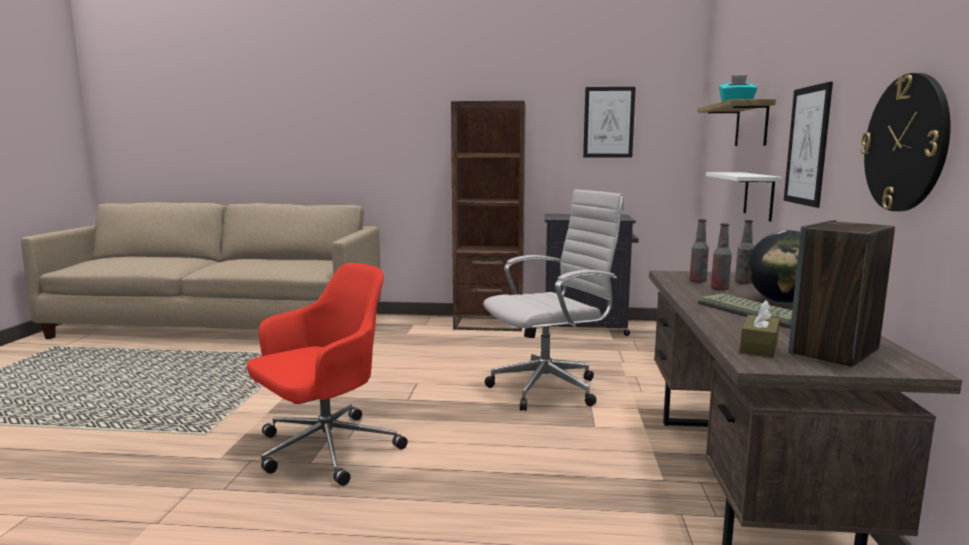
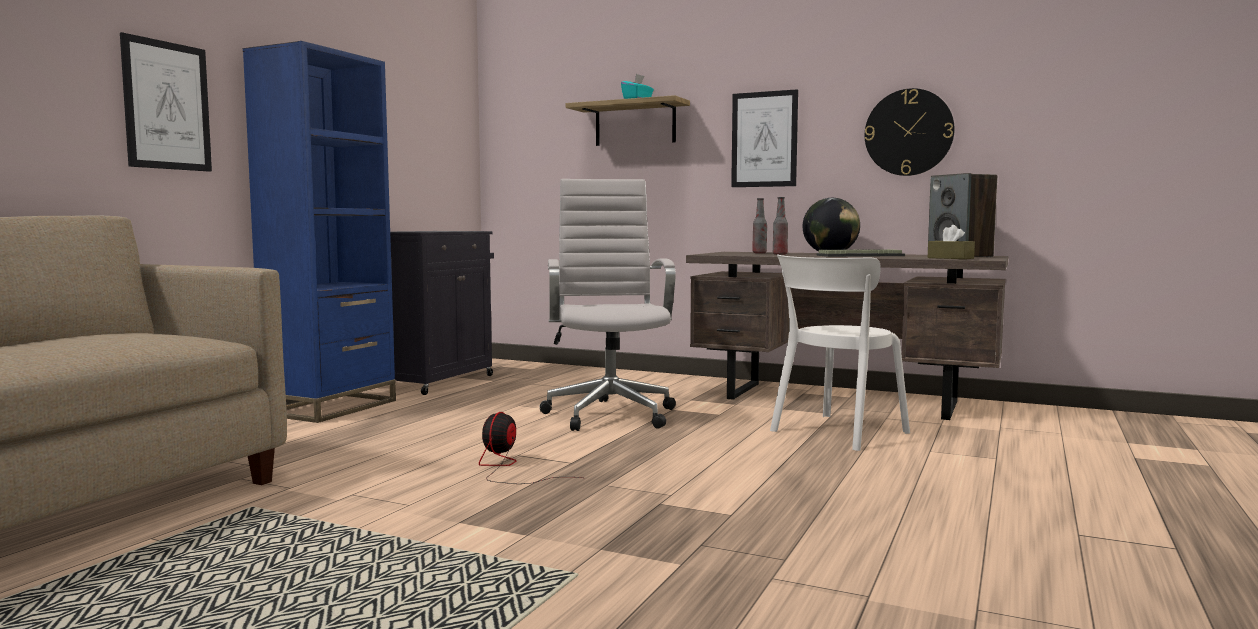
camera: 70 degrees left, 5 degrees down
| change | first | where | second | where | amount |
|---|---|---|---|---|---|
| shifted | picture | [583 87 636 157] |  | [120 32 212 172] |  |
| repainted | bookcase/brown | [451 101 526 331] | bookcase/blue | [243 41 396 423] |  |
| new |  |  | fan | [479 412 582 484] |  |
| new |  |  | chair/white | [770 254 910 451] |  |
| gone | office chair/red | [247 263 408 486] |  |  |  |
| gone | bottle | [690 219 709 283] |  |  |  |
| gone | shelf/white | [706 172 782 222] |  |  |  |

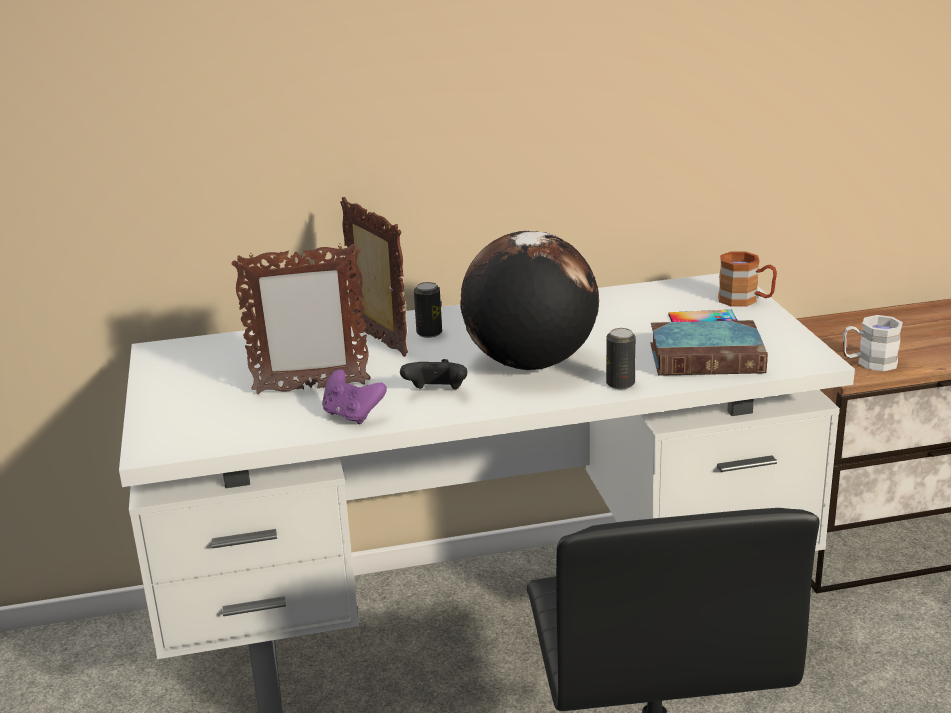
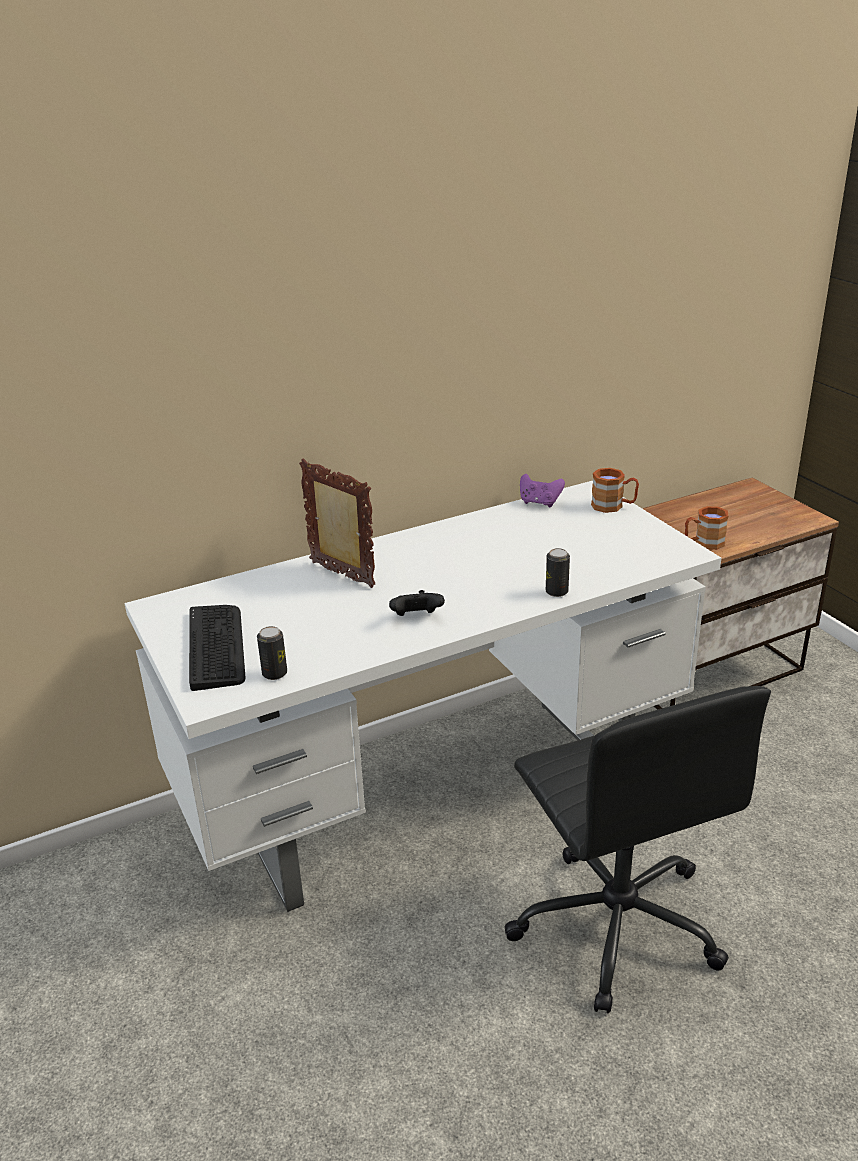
camera: 15 degrees left, 5 degrees up
| change | first | where | second | where | amount |
|---|---|---|---|---|---|
| new |  |  | keyboard | [189 605 246 691] |  |
| shifted | can | [414 282 442 338] |  | [257 626 287 680] |  |
| shifted | game controller/purple | [322 369 387 424] |  | [520 474 565 507] |  |
| repainted | mug/white | [843 315 903 371] | mug/brown | [685 506 729 550] |  |
| gone | picture frame | [232 244 370 394] |  |  |  |
| gone | globe | [460 231 599 370] |  |  |  |
| gone | book | [650 320 768 376] |  |  |  |
| gone | phone | [669 310 737 322] |  |  |  |

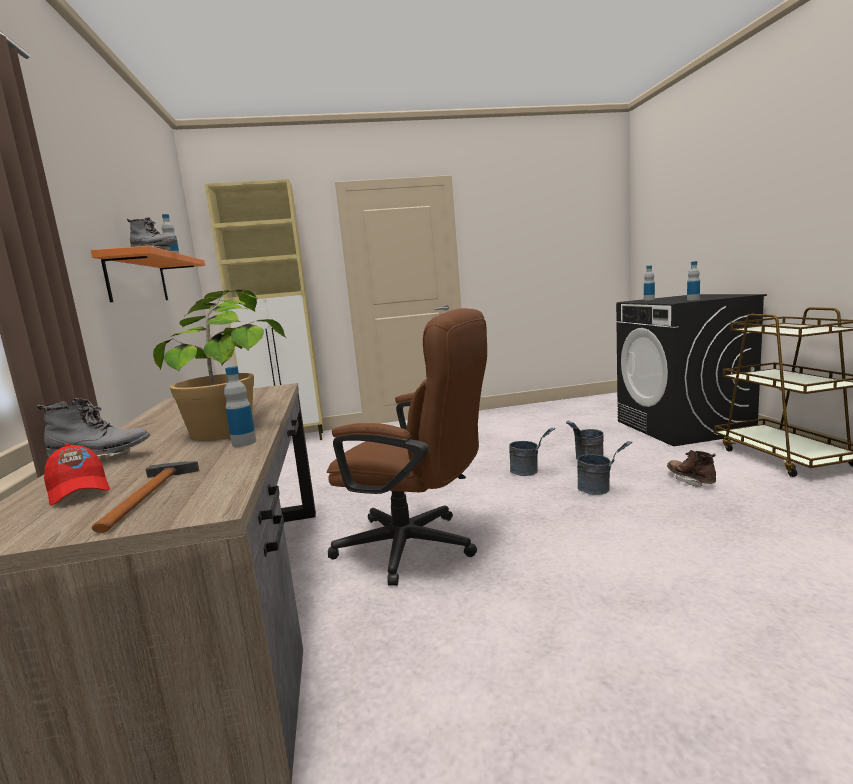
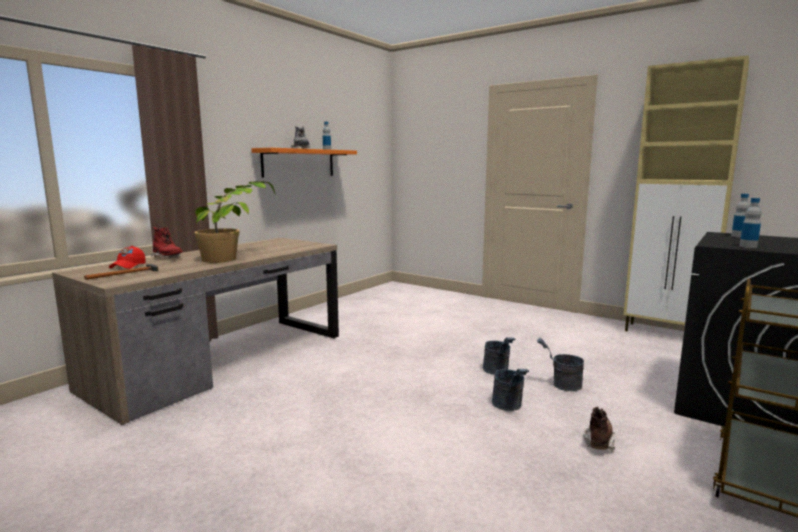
camera: 45 degrees right, 0 degrees up
| change | first | where | second | where | amount |
|---|---|---|---|---|---|
| repainted | boot/grey | [37 398 151 457] | boot/red | [151 227 183 258] |  |
| shifted | cabinet/beige | [204 179 323 440] |  | [624 55 749 331] |  |
| gone | bottle | [224 366 256 447] |  |  |  |
| gone | office chair/brown | [327 308 487 586] |  |  |  |

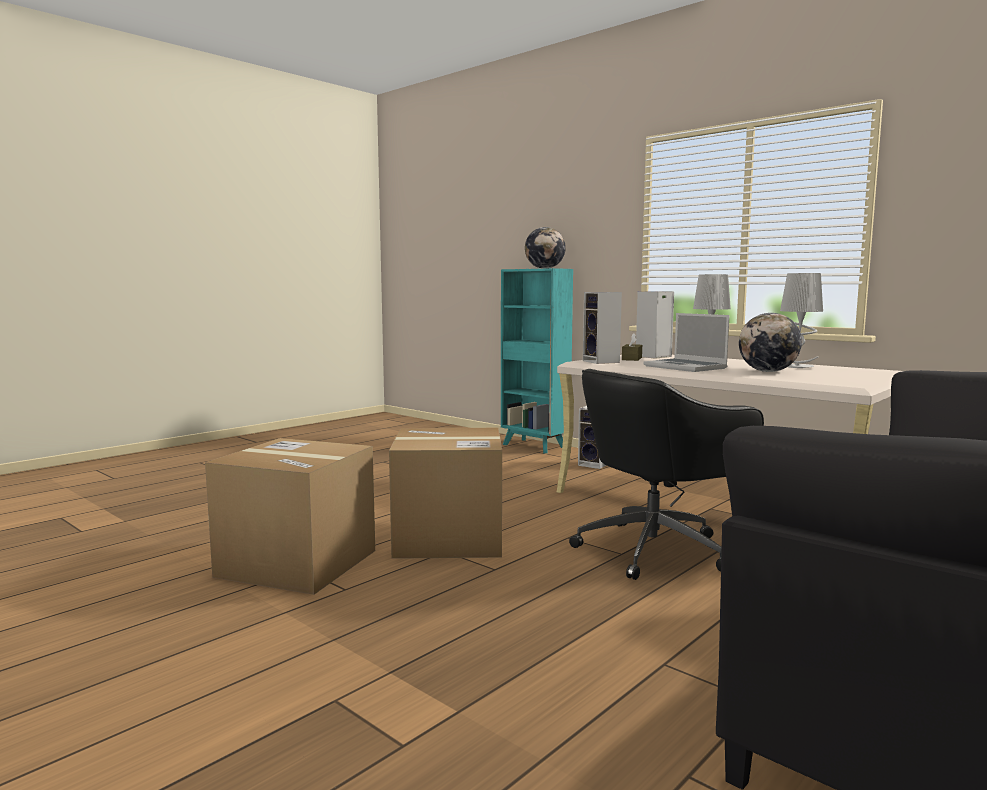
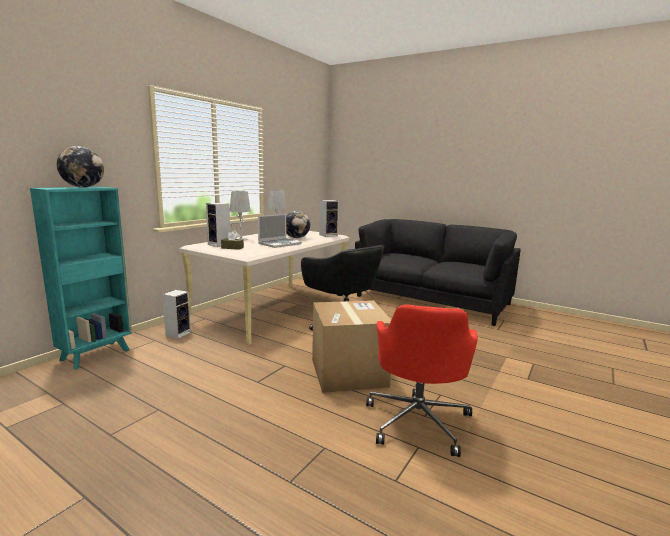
camera: 100 degrees left, 5 degrees up
| change | first | where | second | where | amount |
|---|---|---|---|---|---|
| shifted | speaker | [583 292 622 364] |  | [319 200 339 237] |  |
| swapped | cardboard box | [205 438 375 595] | office chair/red | [366 304 478 457] |  |

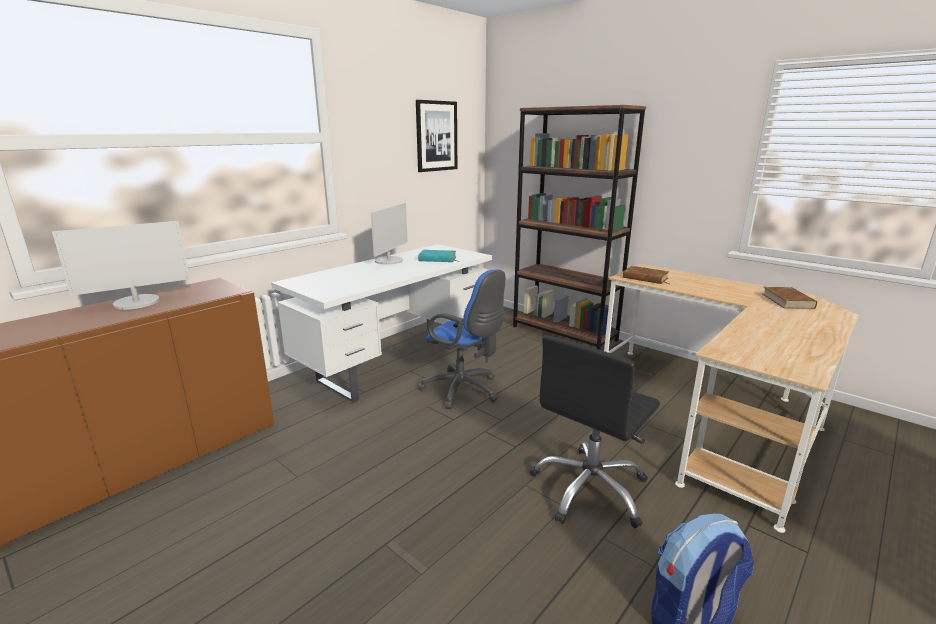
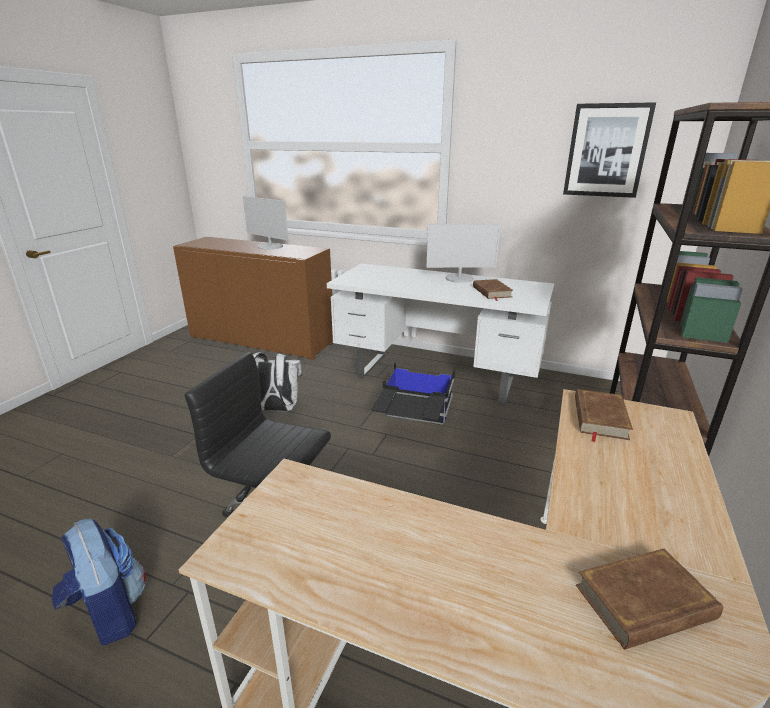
camera: 70 degrees right, 5 degrees up
| change | first | where | second | where | amount |
|---|---|---|---|---|---|
| new |  |  | backpack/white | [253 352 302 411] |  |
| swapped | office chair/blue | [418 270 505 409] | storage box/black | [372 362 456 424] |  |
| repainted | book/turquoise | [418 250 456 262] | book/brown | [473 279 513 301] |  |

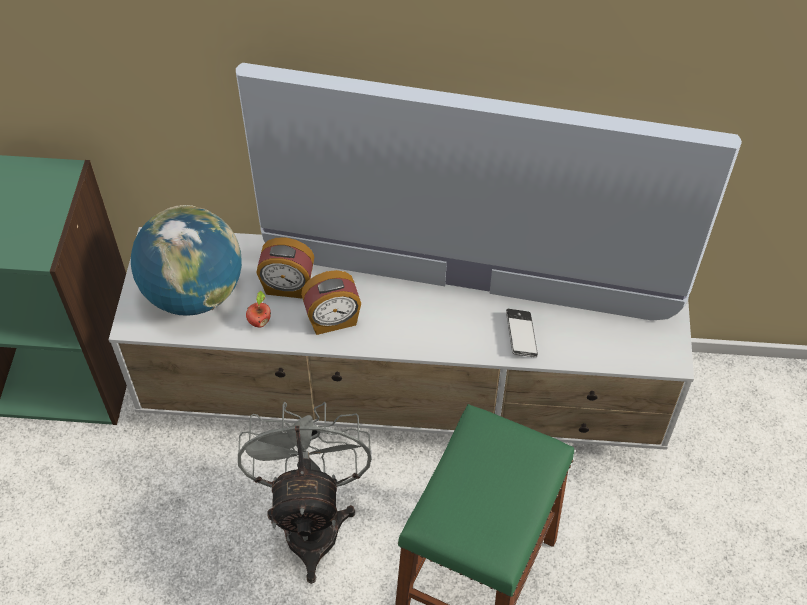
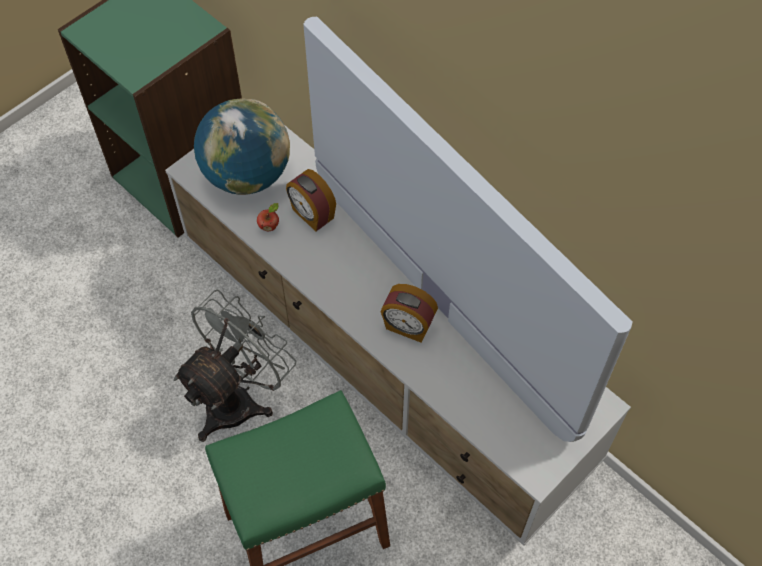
camera: 40 degrees right, 5 degrees up
| change | first | where | second | where | amount |
|---|---|---|---|---|---|
| shifted | alarm clock | [301 270 361 335] |  | [381 284 438 343] |  |
| gone | phone | [506 309 538 357] |  |  |  |

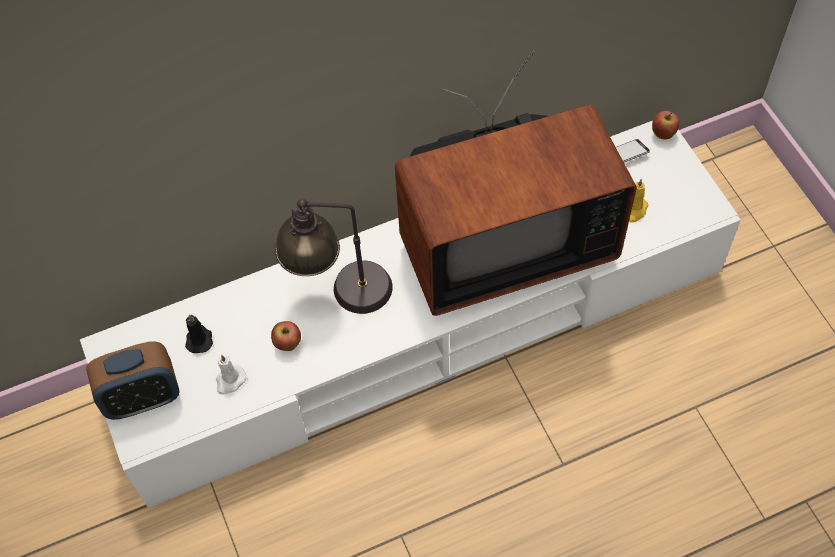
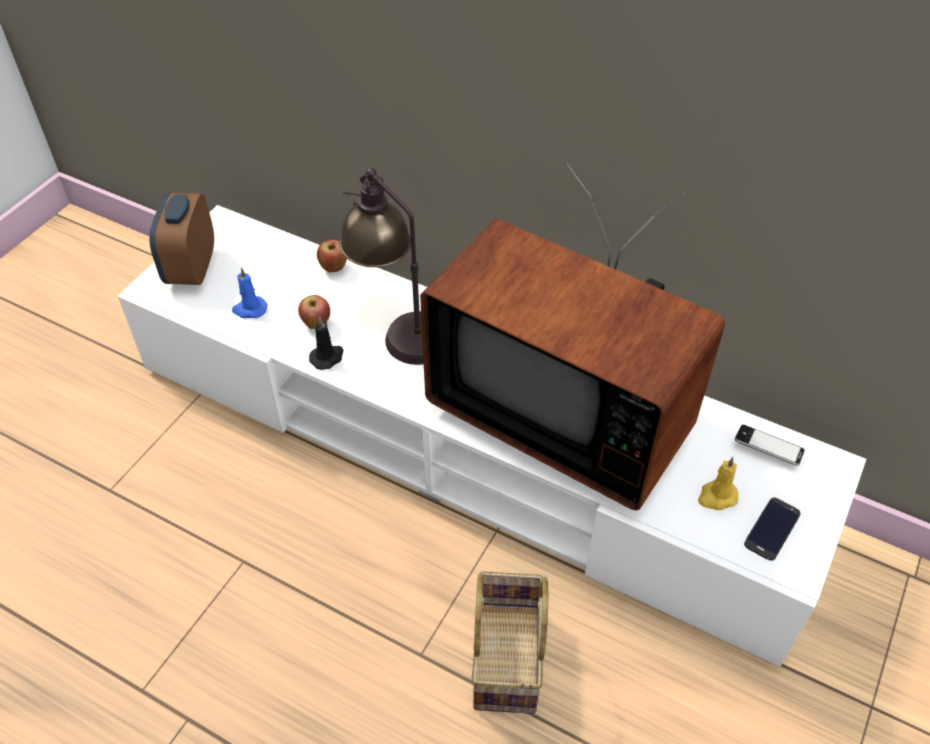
camera: 50 degrees right, 10 degrees down
| change | first | where | second | where | amount |
|---|---|---|---|---|---|
| rotated | alarm clock | [86 342 179 420] |  | [149 193 214 285] | 60 degrees clockwise |
| repainted | candle/white | [216 355 247 395] | candle/blue | [232 267 267 318] |  |
| shifted | candle/black | [185 315 213 353] |  | [309 317 344 370] |  |
| shifted | apple | [652 111 680 139] |  | [317 240 347 272] |  |
| new |  |  | basket | [471 572 548 714] |  |
| new |  |  | phone | [744 498 801 561] |  |

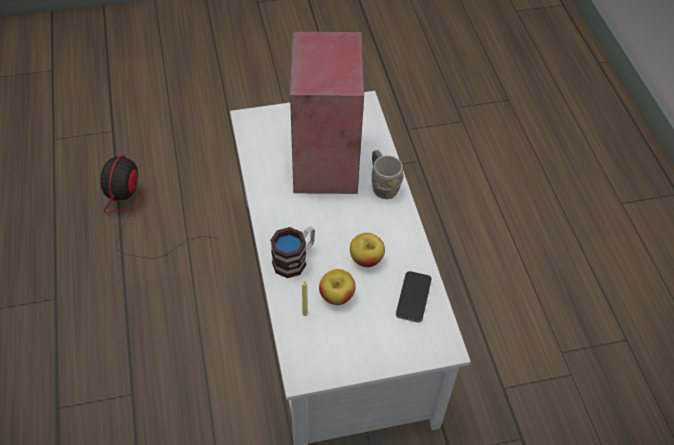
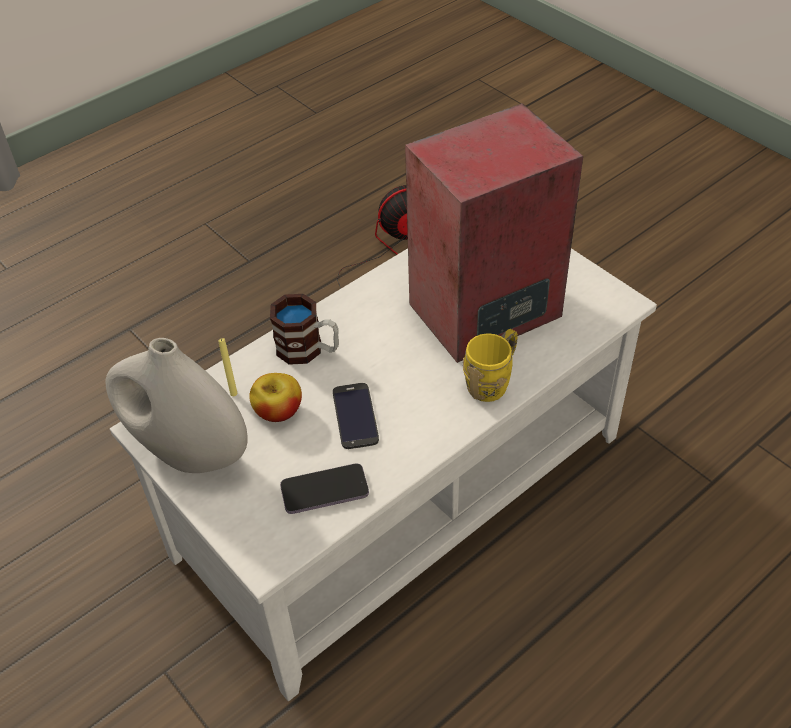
camera: 65 degrees right, 5 degrees down
| change | first | where | second | where | amount |
|---|---|---|---|---|---|
| new |  |  | vase/white | [106 338 248 473] |  |
| swapped | apple | [350 233 385 267] | phone | [333 383 379 449] |  |
| repainted | mug/grey | [372 150 404 199] | mug/yellow | [463 329 518 402] |  |

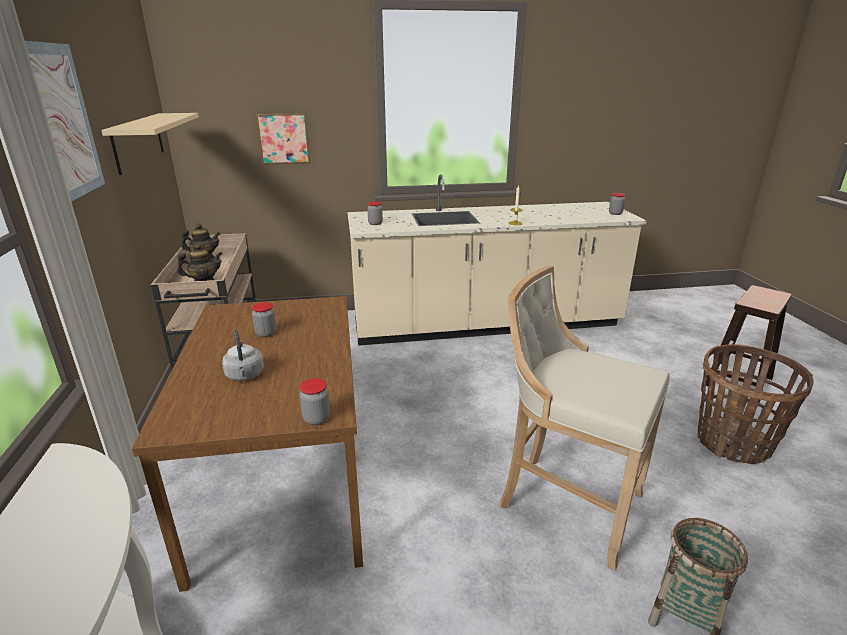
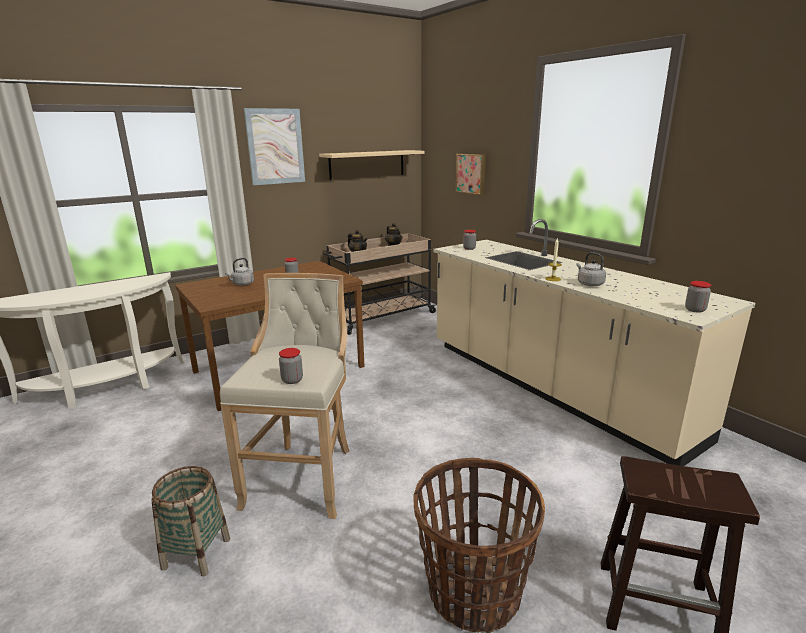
camera: 65 degrees right, 5 degrees down
| change | first | where | second | where | amount |
|---|---|---|---|---|---|
| shifted | jar | [299 378 330 425] |  | [279 348 303 384] |  |
| new |  |  | kettle/grey | [576 252 606 286] |  |

